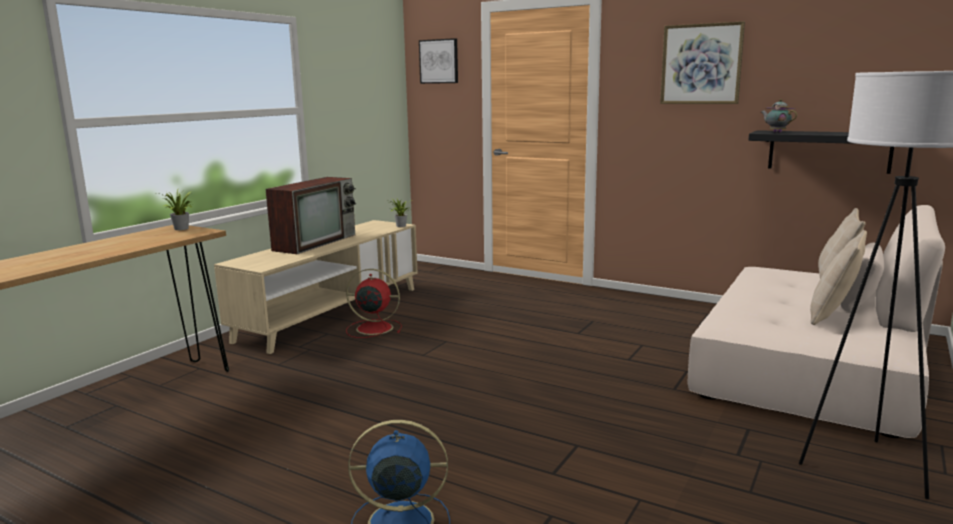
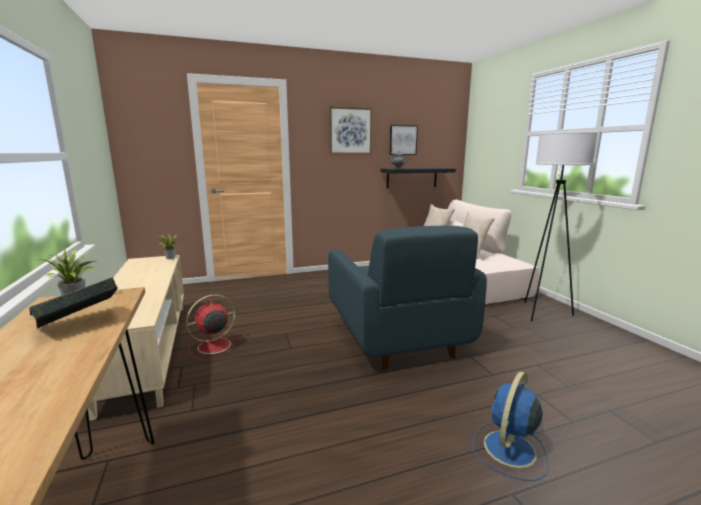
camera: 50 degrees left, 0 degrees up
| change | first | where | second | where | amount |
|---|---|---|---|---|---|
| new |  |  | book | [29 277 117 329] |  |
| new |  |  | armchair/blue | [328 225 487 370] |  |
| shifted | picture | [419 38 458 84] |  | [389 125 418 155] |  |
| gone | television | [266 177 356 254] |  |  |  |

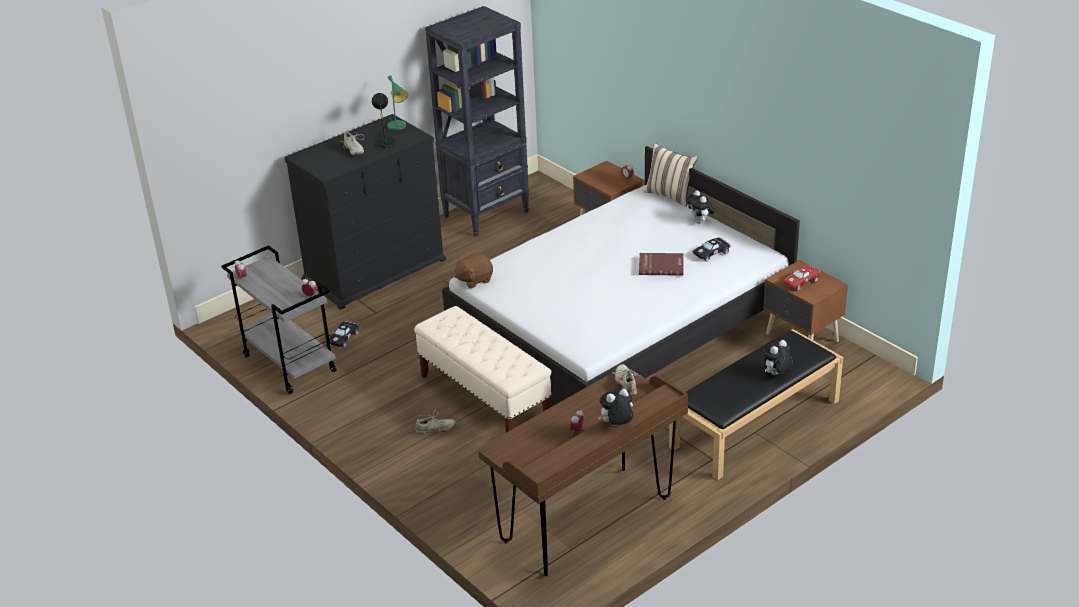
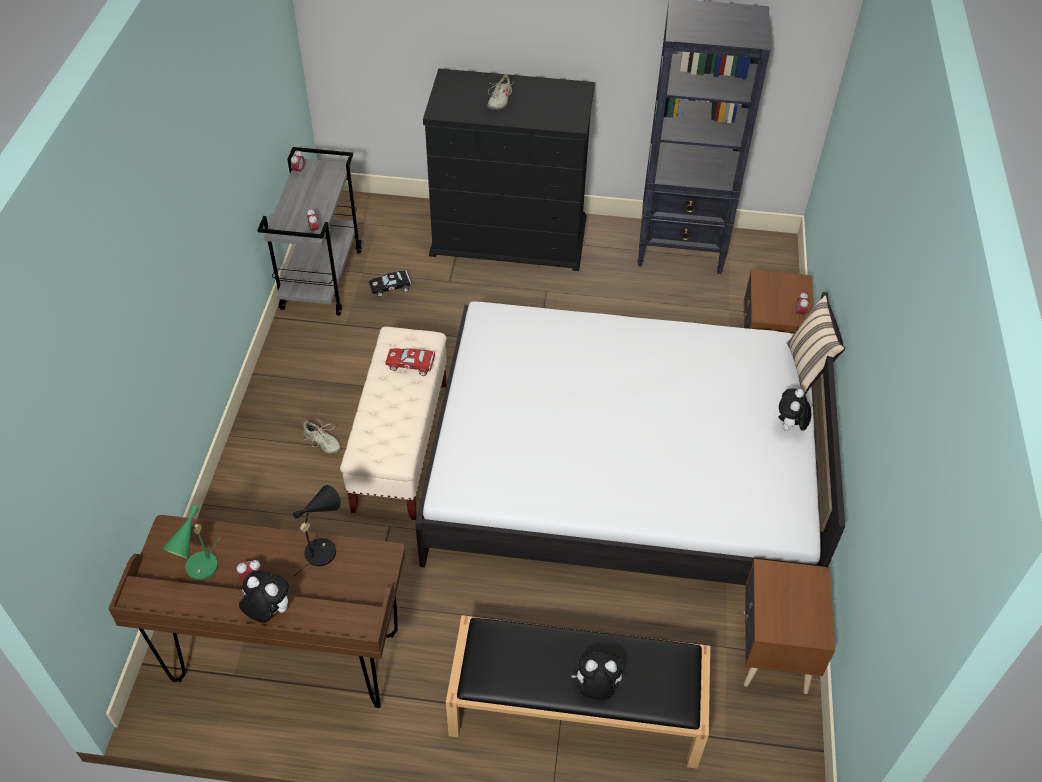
camera: 45 degrees right, 15 degrees up
| change | first | where | second | where | amount |
|---|---|---|---|---|---|
| shifted | table lamp/green | [388 75 408 130] |  | [162 505 220 580] |  |
| shifted | table lamp/black | [372 93 396 153] |  | [293 485 341 576] |  |
| shifted | toy car/red | [782 265 820 291] |  | [385 347 435 376] |  |
| gone | plush toy/brown | [455 253 493 288] |  |  |  |
| gone | shoe/beige | [612 364 643 395] |  |  |  |
| gone | book/red | [639 253 683 276] |  |  |  |
| gone | toy car/black | [693 237 731 262] |  |  |  |

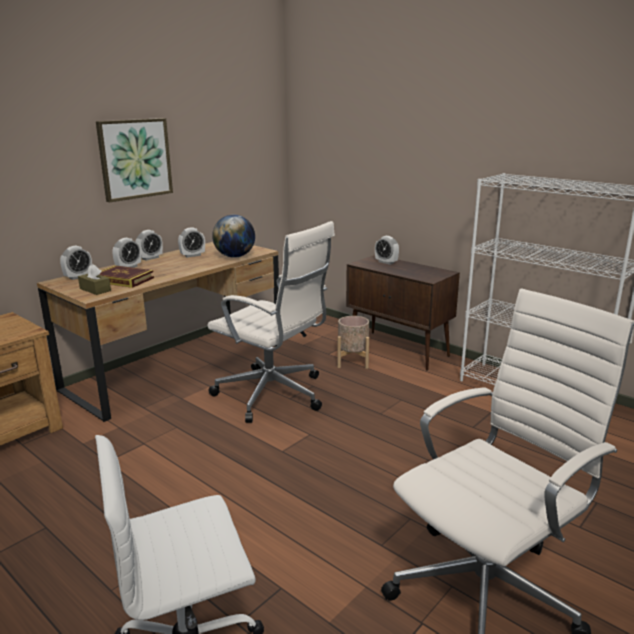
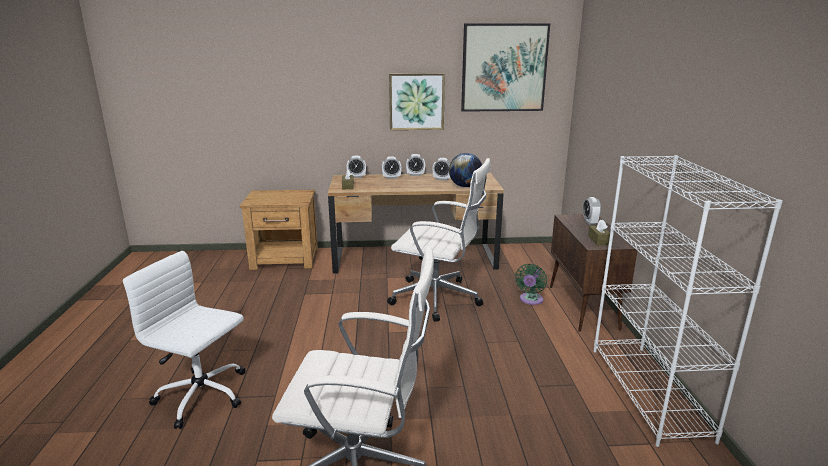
camera: 45 degrees right, 0 degrees up
| change | first | where | second | where | amount |
|---|---|---|---|---|---|
| rotated | office chair/white | [207 221 335 423] |  | [387 158 491 322] | 60 degrees counterclockwise |
| new |  |  | picture | [461 24 550 112] |  |
| swapped | planter/beige | [337 316 369 369] | fan/green | [515 264 547 305] |  |
| new |  |  | tissue box/brown | [588 220 610 245] |  |
| gone | book | [99 265 154 288] |  |  |  |

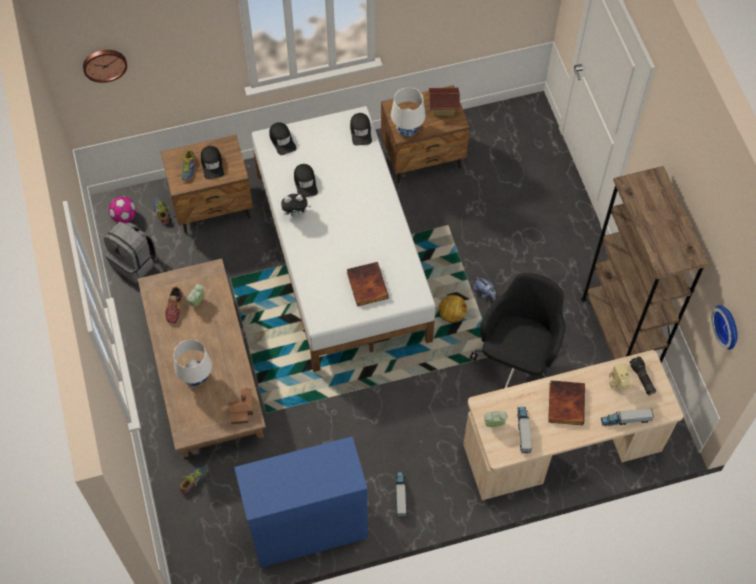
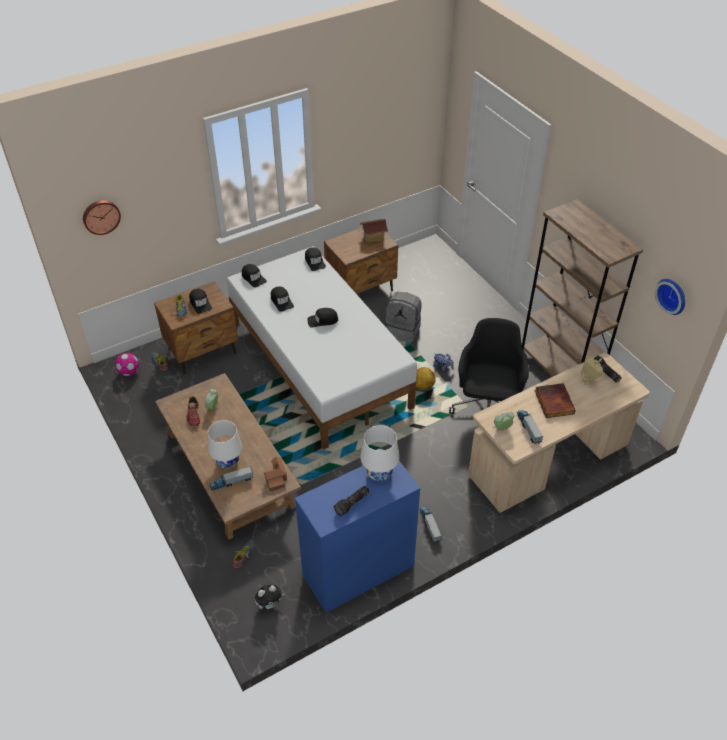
camera: 15 degrees left, 15 degrees down
| change | first | where | second | where | amount |
|---|---|---|---|---|---|
| shifted | toy truck | [601 408 654 426] |  | [210 466 253 490] |  |
| shifted | plush toy | [281 194 311 217] |  | [255 585 284 609] |  |
| new |  |  | cap/black | [307 308 338 328] |  |
| new |  |  | flashlight | [334 486 370 516] |  |
| shifted | table lamp/white | [391 87 425 137] |  | [360 425 399 482] |  |
| shifted | backpack/grey | [104 222 157 283] |  | [386 292 422 343] |  |
| gone | book | [347 262 389 306] |  |  |  |

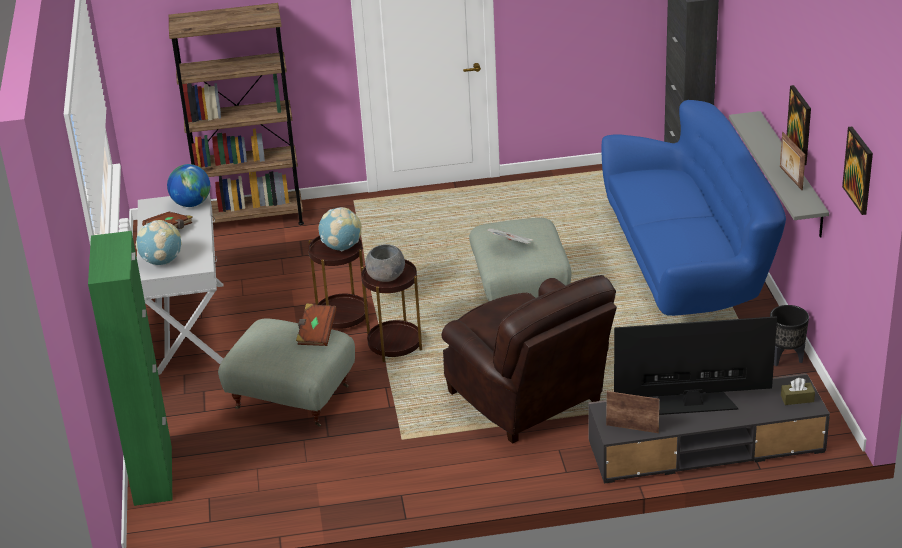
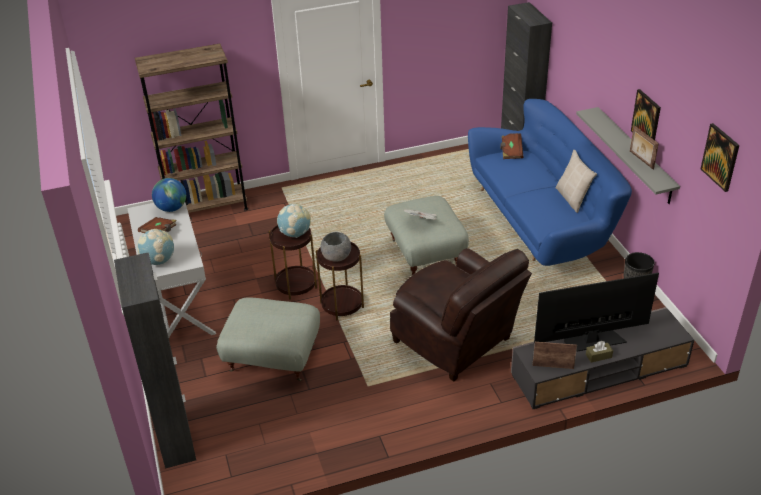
camera: 10 degrees left, 5 degrees up
| change | first | where | second | where | amount |
|---|---|---|---|---|---|
| repainted | cabinet/green | [88 231 173 506] | cabinet/black | [114 253 196 469] |  |
| shifted | book/brown | [296 303 337 346] |  | [500 133 524 159] |  |
| new |  |  | pillow/beige | [555 150 597 213] |  |
| shifted | tissue box/brown | [781 378 815 405] |  | [586 341 613 362] |  |

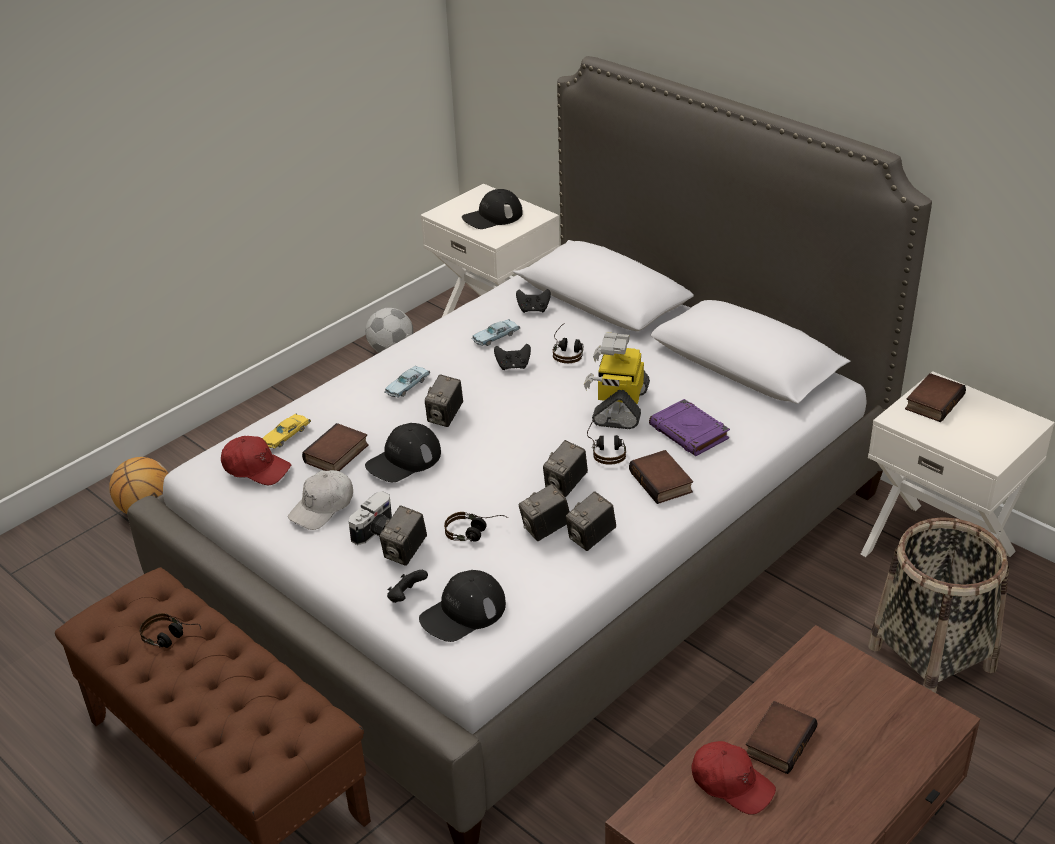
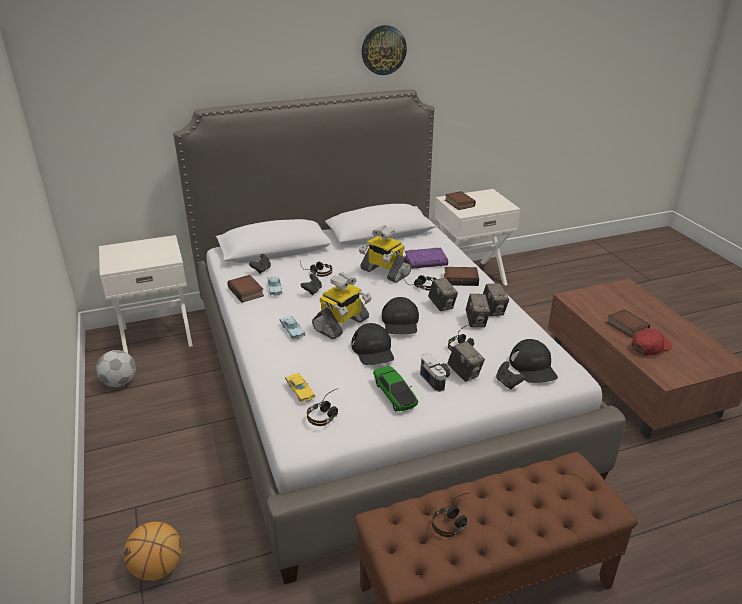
camera: 65 degrees left, 5 degrees down
| change | first | where | second | where | amount |
|---|---|---|---|---|---|
| shifted | book | [302 423 369 471] |  | [227 275 264 303] |  |
| swapped | cap/red | [221 436 291 485] | headphones | [307 388 339 426] |  |
| swapped | photo camera | [425 375 463 427] | toy robot | [312 273 372 340] |  |
| new |  |  | wall clock | [362 25 407 75] |  |
| swapped | cap/white | [288 470 353 530] | toy car | [373 366 418 411] |  |
| shifted | cap/black | [462 189 523 229] |  | [382 297 419 334] |  |
| gone | basket | [868 517 1009 693] |  |  |  |

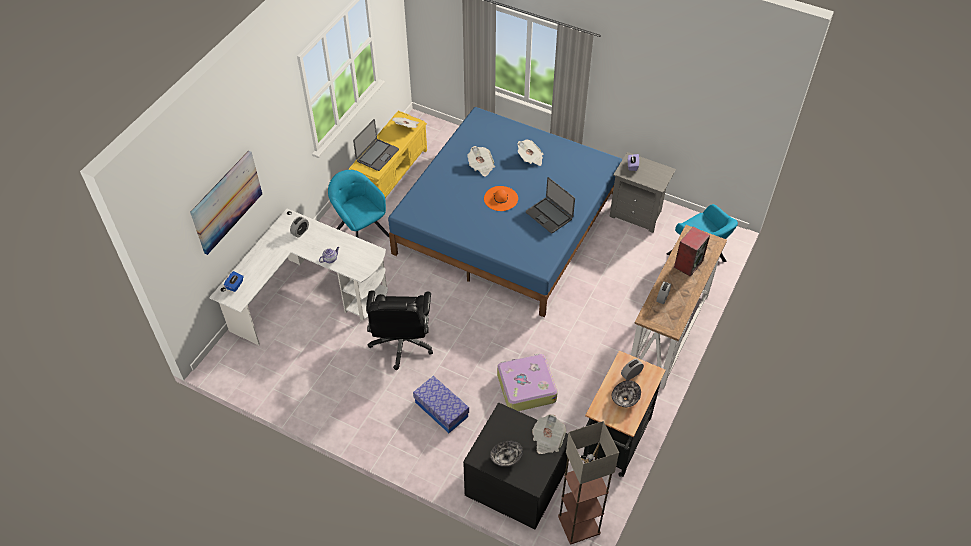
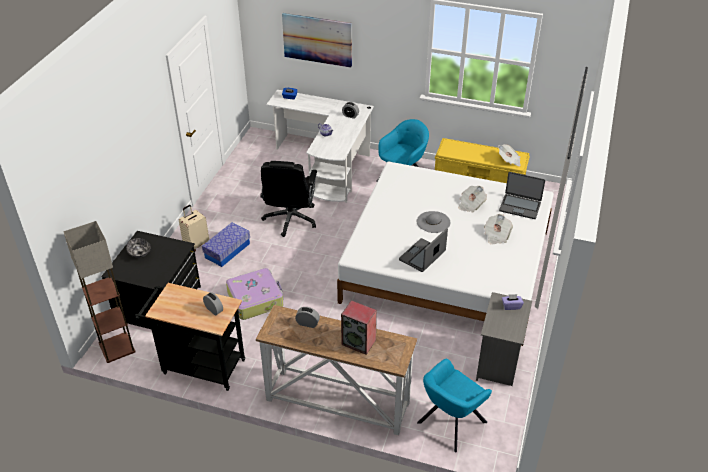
camera: 80 degrees right, 10 degrees down
| change | first | where | second | where | amount |
|---|---|---|---|---|---|
| new |  |  | suitcase/beige | [179 205 209 251] |  |
| rotated | office chair/black | [366 290 433 370] |  | [261 161 317 237] | 75 degrees counterclockwise |
| repainted | bed/blue | [388 107 622 317] | bed/white | [337 162 554 346] |  |
| repainted | hat/orange | [484 186 518 211] | hat/grey | [416 211 450 233] |  |
| shifted | laptop | [353 119 399 171] |  | [499 172 545 219] |  |
| gone | newspaper | [532 414 566 454] |  |  |  |
| gone | bowl | [612 380 641 407] |  |  |  |

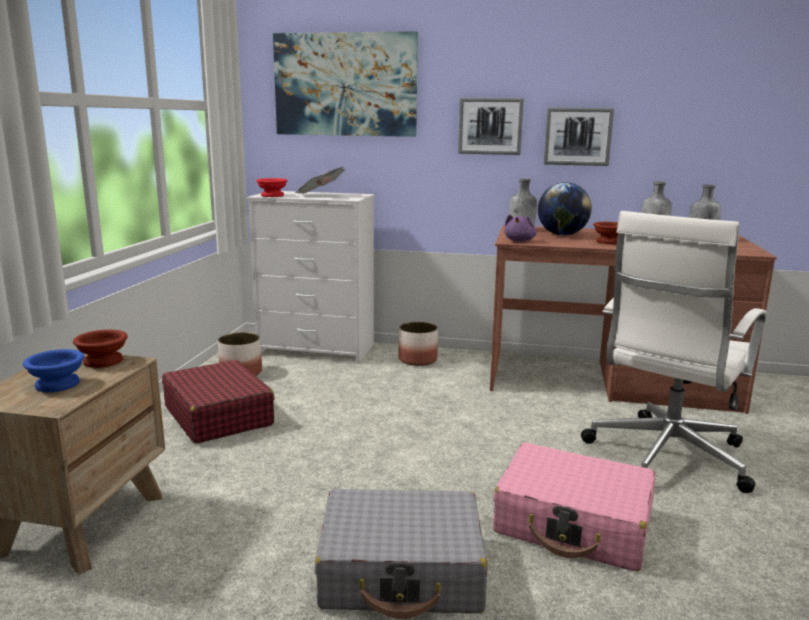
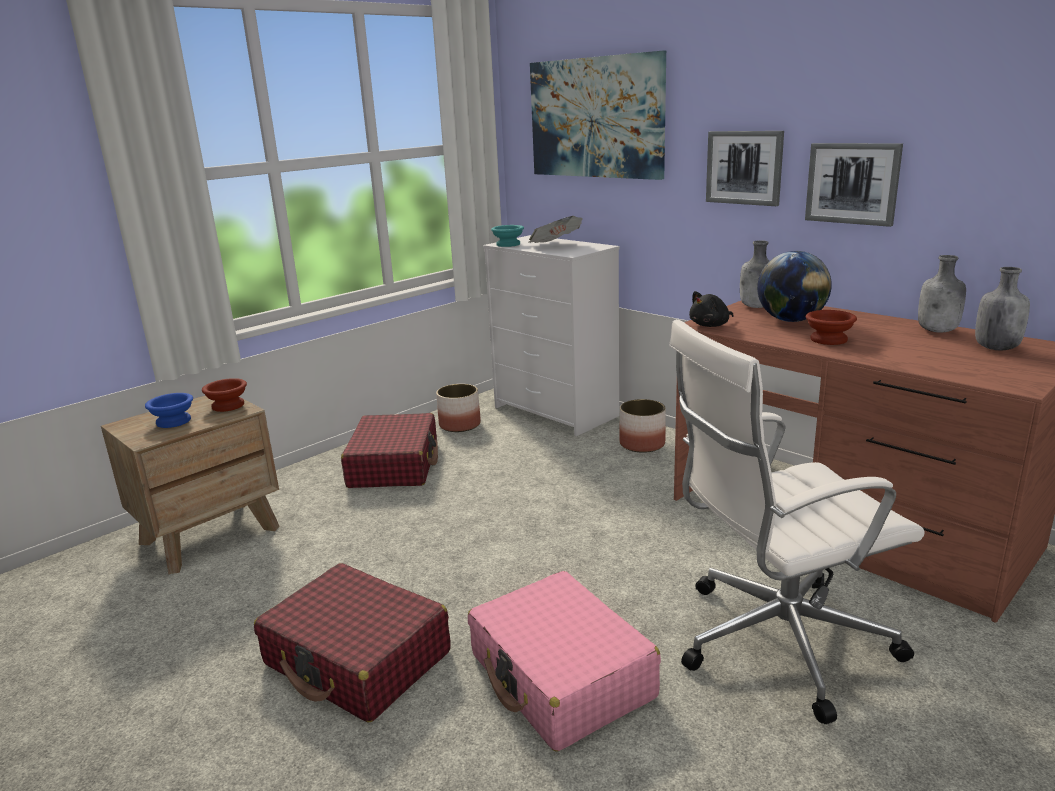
camera: 35 degrees right, 5 degrees up
| change | first | where | second | where | amount |
|---|---|---|---|---|---|
| repainted | suitcase/grey | [315 489 488 619] | suitcase/red | [254 563 451 722] |  |
| repainted | bowl/red | [256 178 288 197] | bowl/turquoise | [491 225 524 247] |  |
| repainted | plush toy/purple | [504 214 537 242] | plush toy/black | [689 291 734 327] |  |

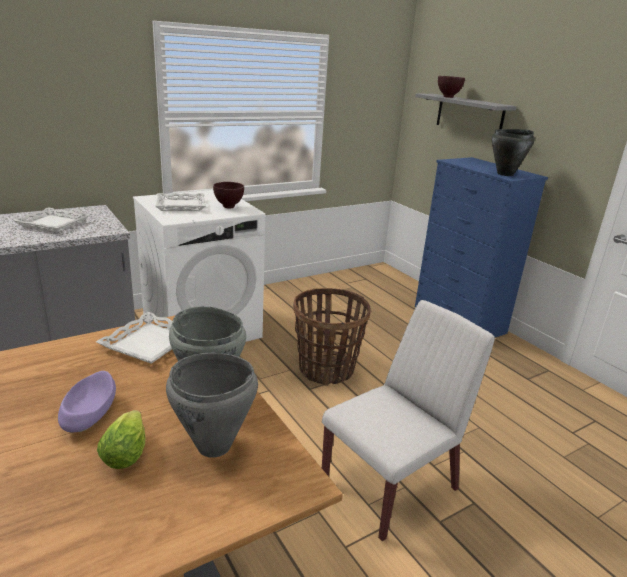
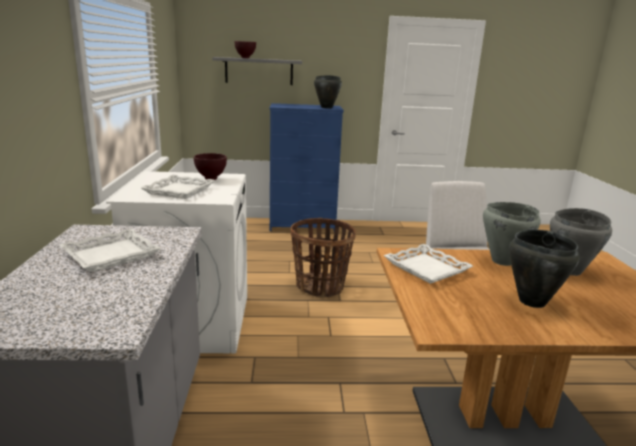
camera: 60 degrees left, 5 degrees down
| change | first | where | second | where | amount |
|---|---|---|---|---|---|
| swapped | bowl/purple | [58 371 116 433] | cooking pot/black | [509 230 580 308] |  |
| gone | lettuce | [97 410 145 469] |  |  |  |

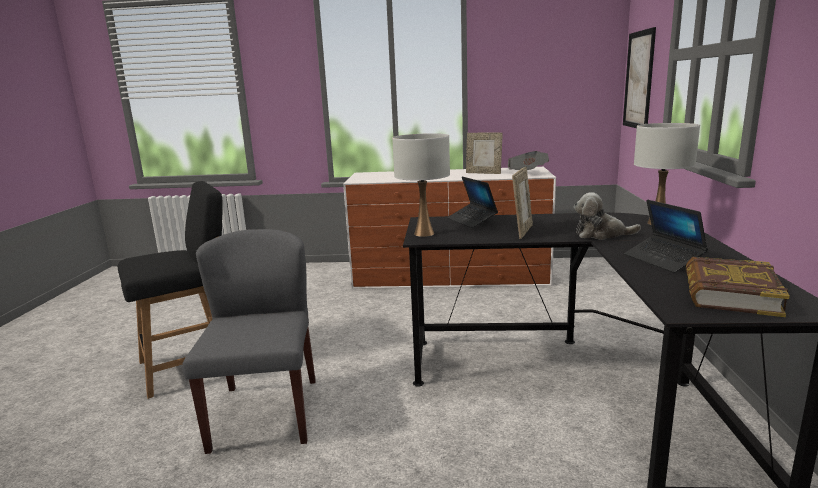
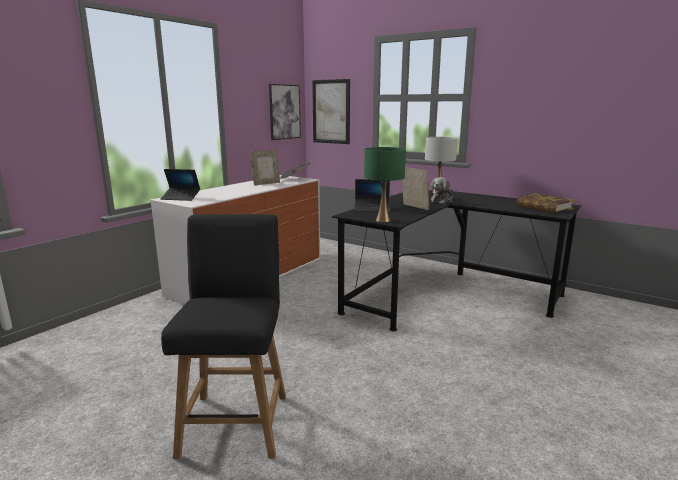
camera: 60 degrees left, 0 degrees up
| change | first | where | second | where | amount |
|---|---|---|---|---|---|
| shifted | laptop | [624 199 708 273] |  | [161 169 200 201] |  |
| new |  |  | picture | [269 84 301 140] |  |
| repainted | table lamp/white | [392 133 450 237] | table lamp/green | [364 147 406 222] |  |
| gone | chair/grey | [182 229 316 454] |  |  |  |

